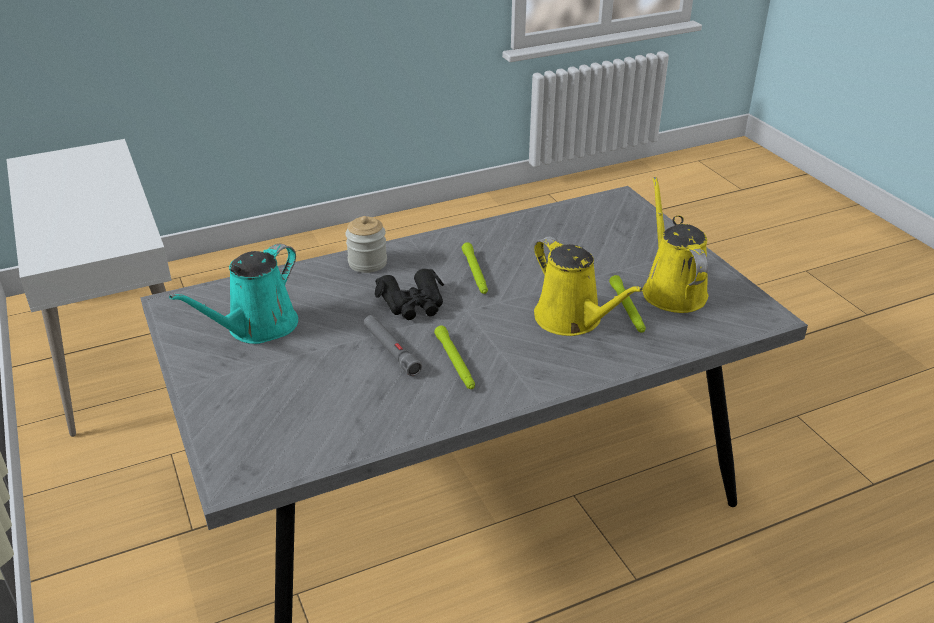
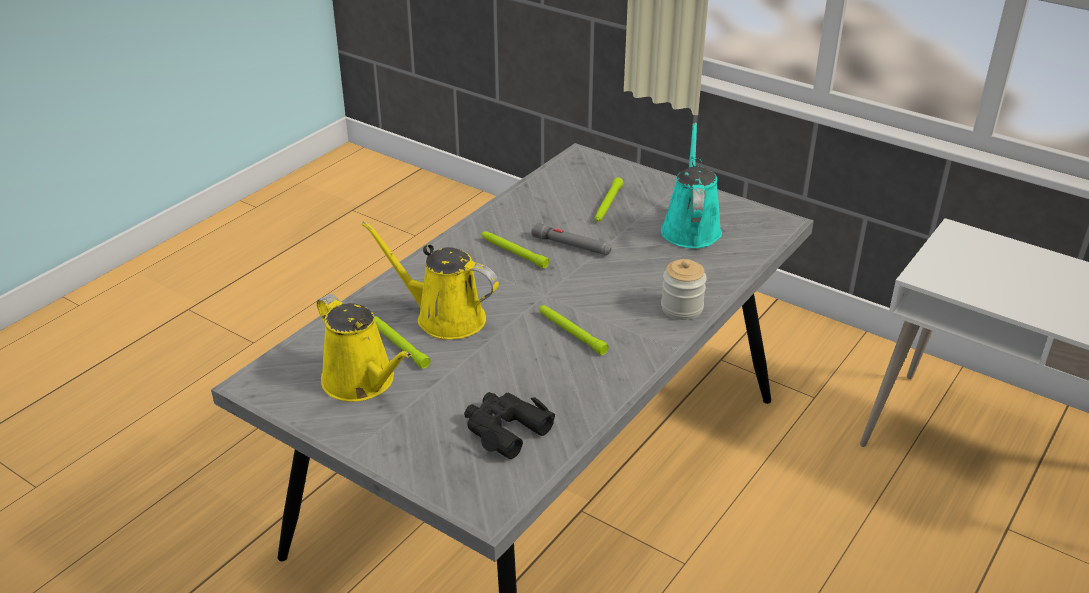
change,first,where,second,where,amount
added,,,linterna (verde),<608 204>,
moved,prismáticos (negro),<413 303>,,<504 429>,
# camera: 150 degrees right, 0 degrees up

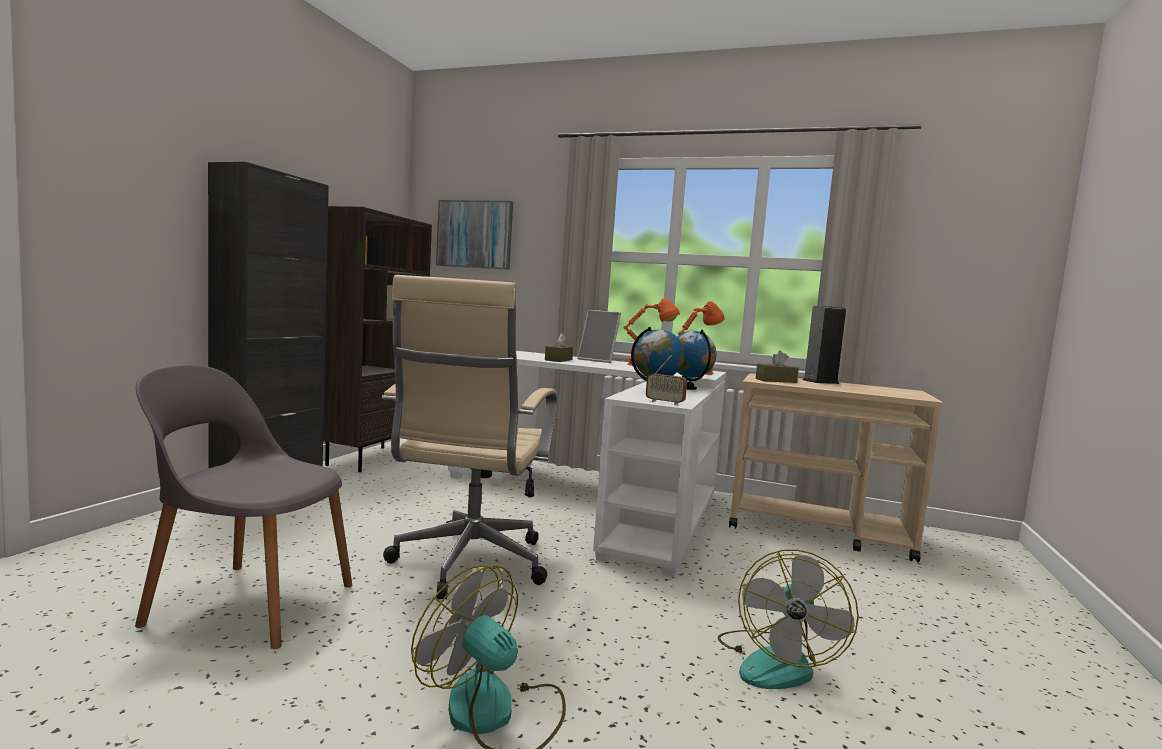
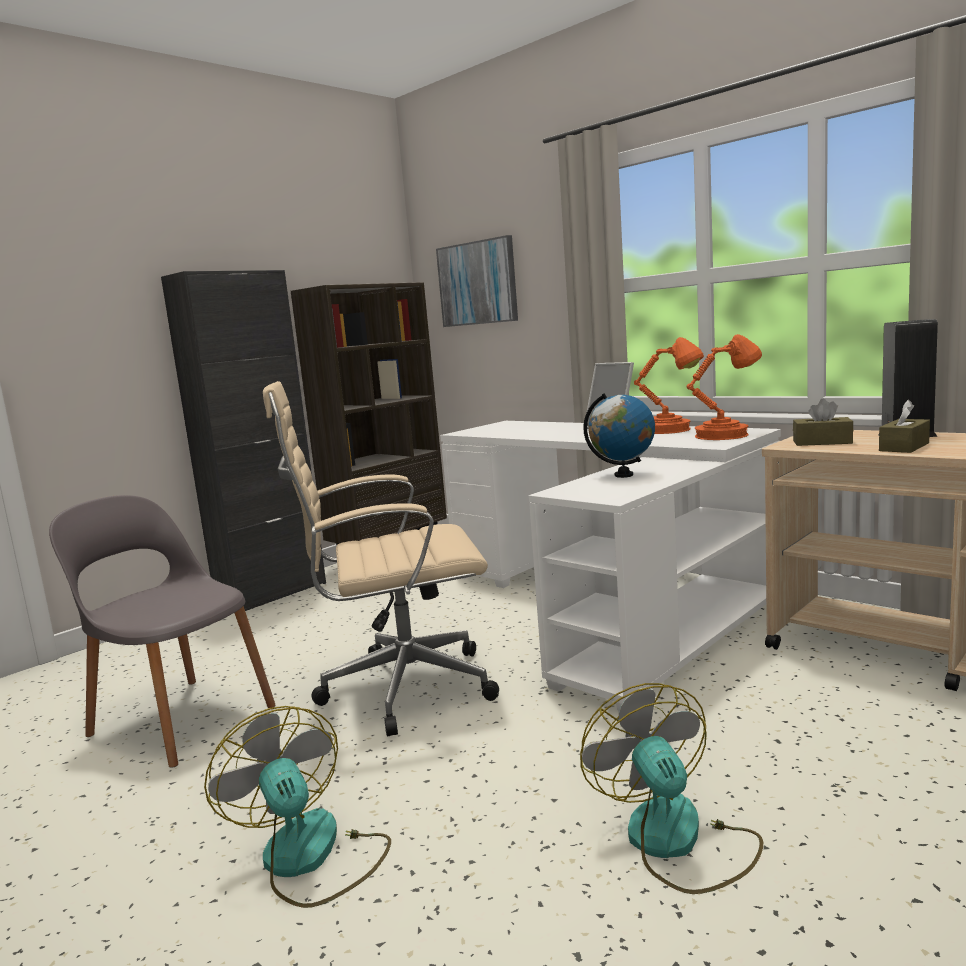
change,first,where,second,where,amount
removed,radio,<665 402>,,,
removed,globo terráqueo,<689 388>,,,
moved,caja de pañuelos (marrón),<558 360>,,<904 447>,
turned,silla de oficina (beis),<468 566>,,<399 689>,45 degrees clockwise
turned,ventilador,<776 662>,,<676 842>,120 degrees clockwise
# camera: 25 degrees right, 5 degrees up

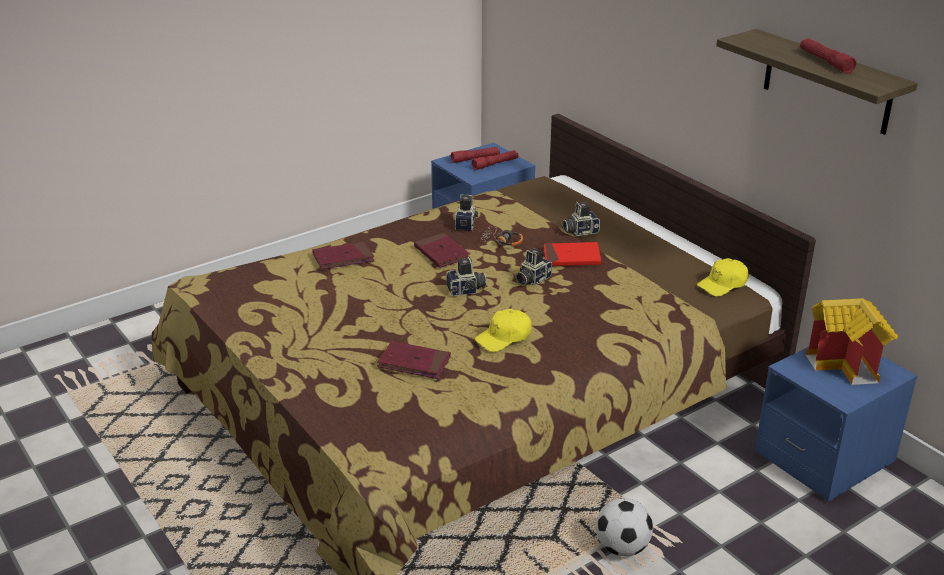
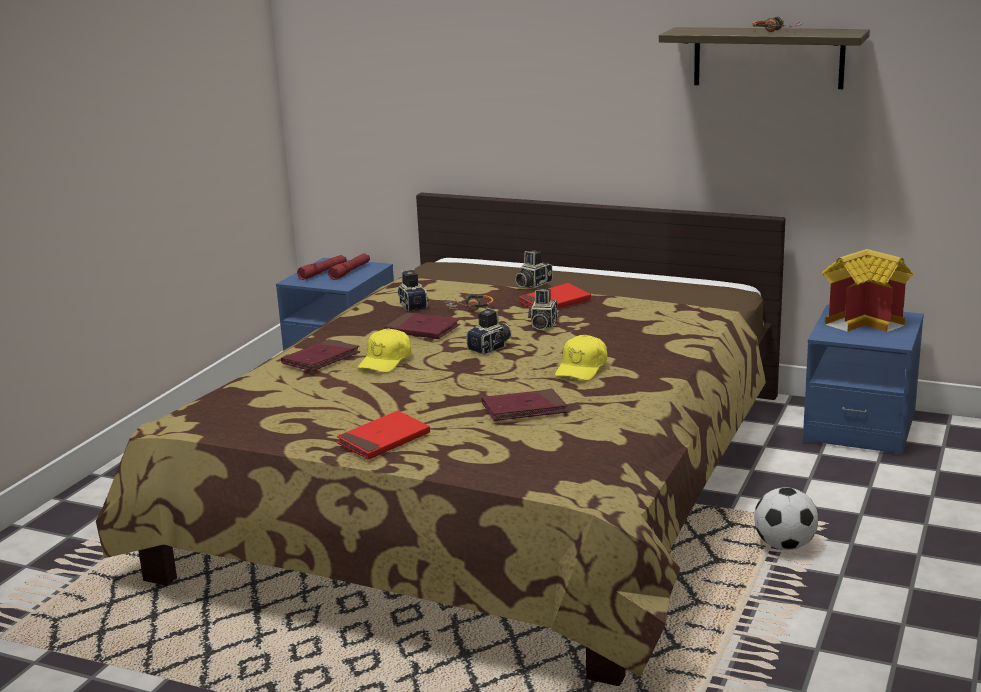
change,first,where,second,where,amount
added,,,libro (rojo),<384 439>,
moved,gorra (amarillo),<723 284>,,<386 361>,
replaced,linterna (rojo),<825 62>,auriculares,<776 31>,
# camera: 30 degrees left, 10 degrees down

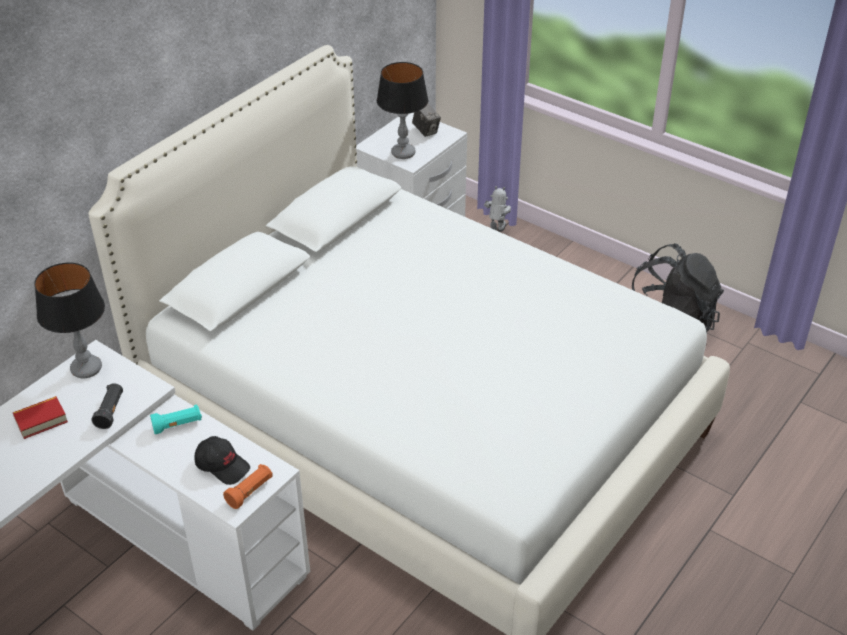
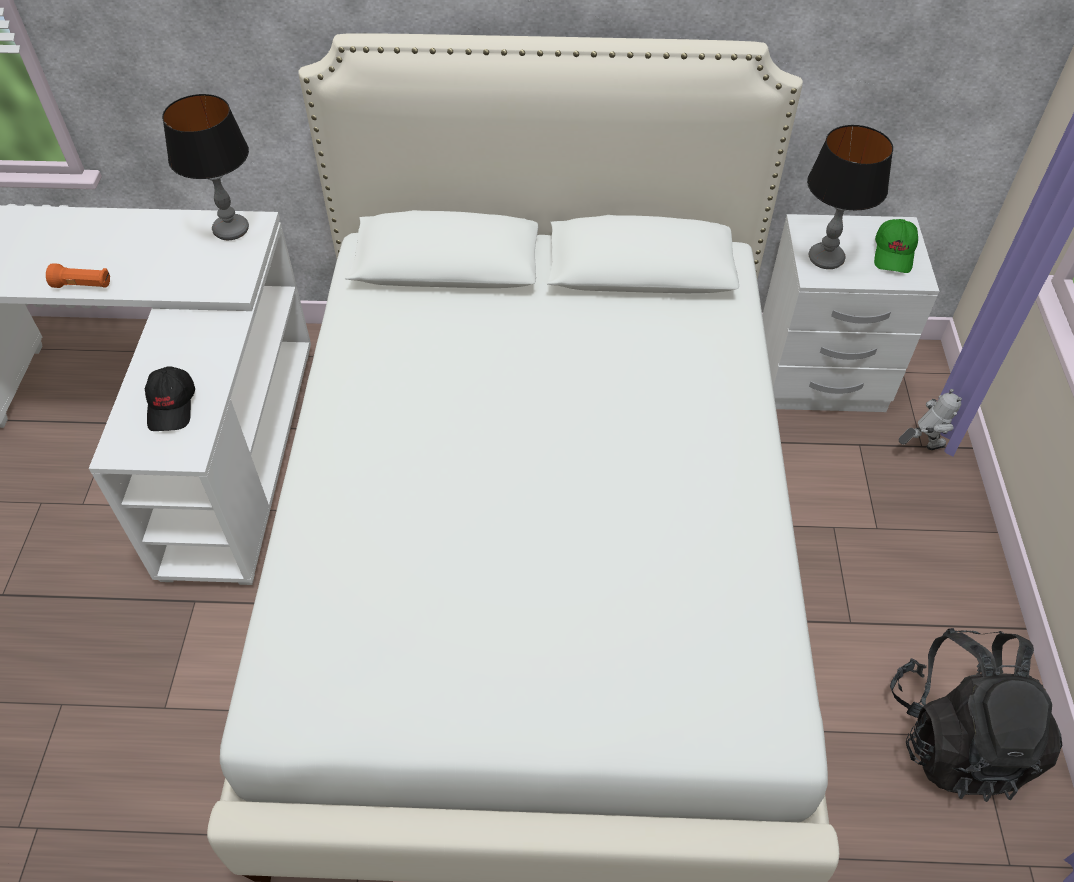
change,first,where,second,where,amount
removed,libro,<41 420>,,,
removed,linterna (negro),<110 411>,,,
removed,linterna (turquesa),<178 425>,,,
moved,linterna (naranja),<250 492>,,<83 286>,
replaced,cámara,<426 131>,gorra (verde),<894 254>,
# camera: 55 degrees right, 10 degrees up

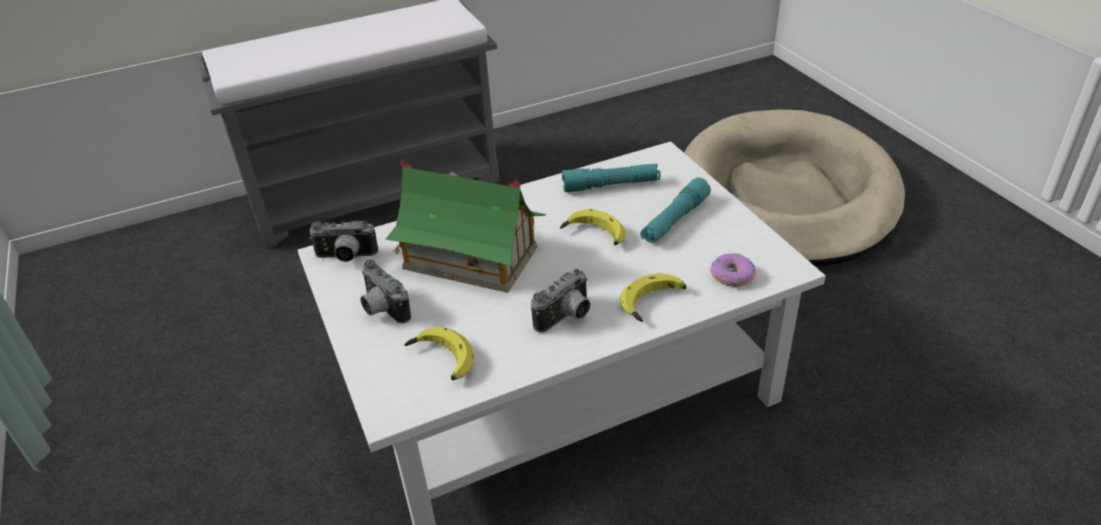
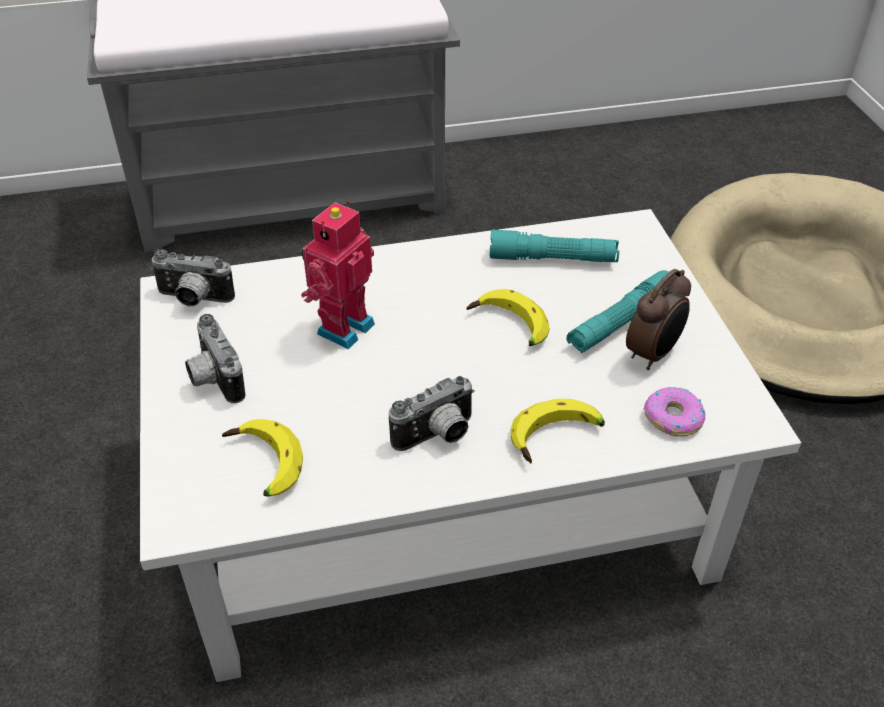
change,first,where,second,where,amount
added,,,despertador,<653 354>,
replaced,casita,<469 257>,robot de juguete,<342 327>,
# camera: 10 degrees right, 5 degrees up

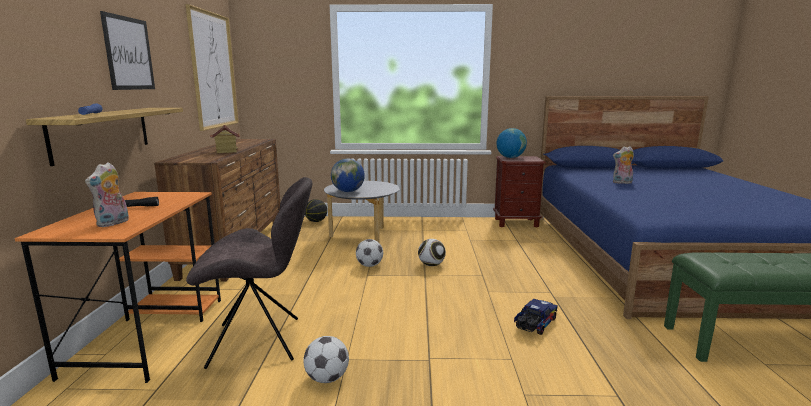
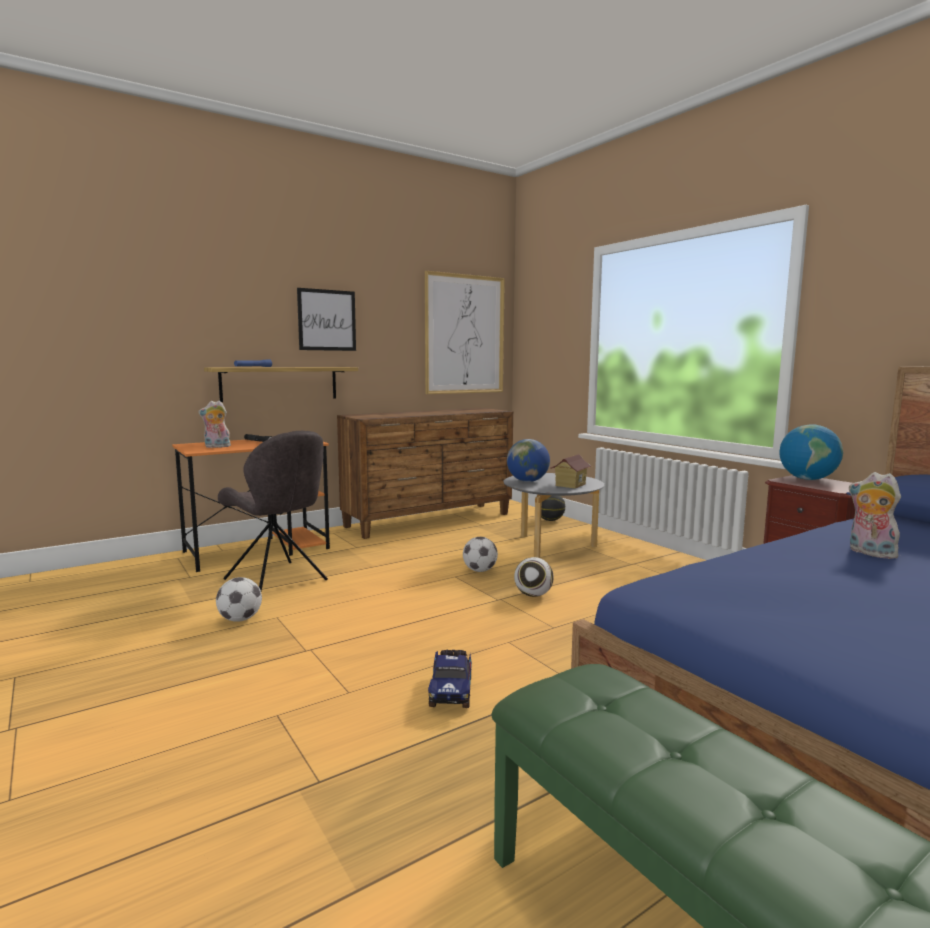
change,first,where,second,where,amount
moved,casita,<226 151>,,<570 485>,
turned,camión de juguete,<534 325>,,<451 690>,90 degrees clockwise
# camera: 55 degrees right, 5 degrees down

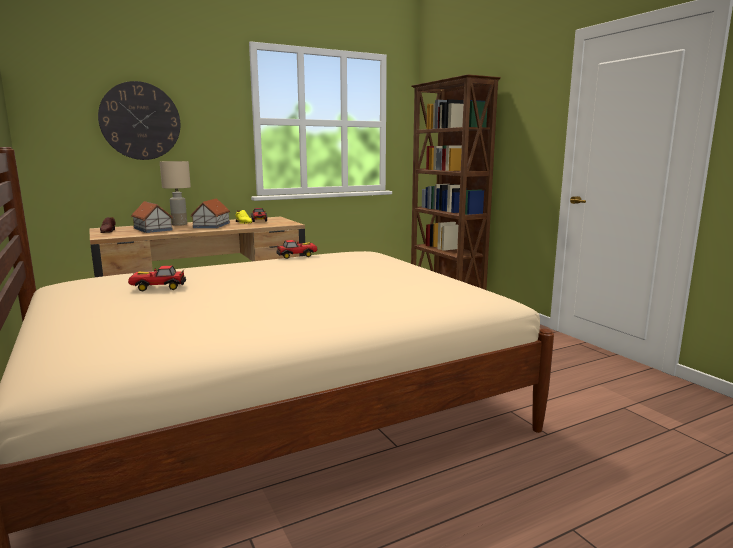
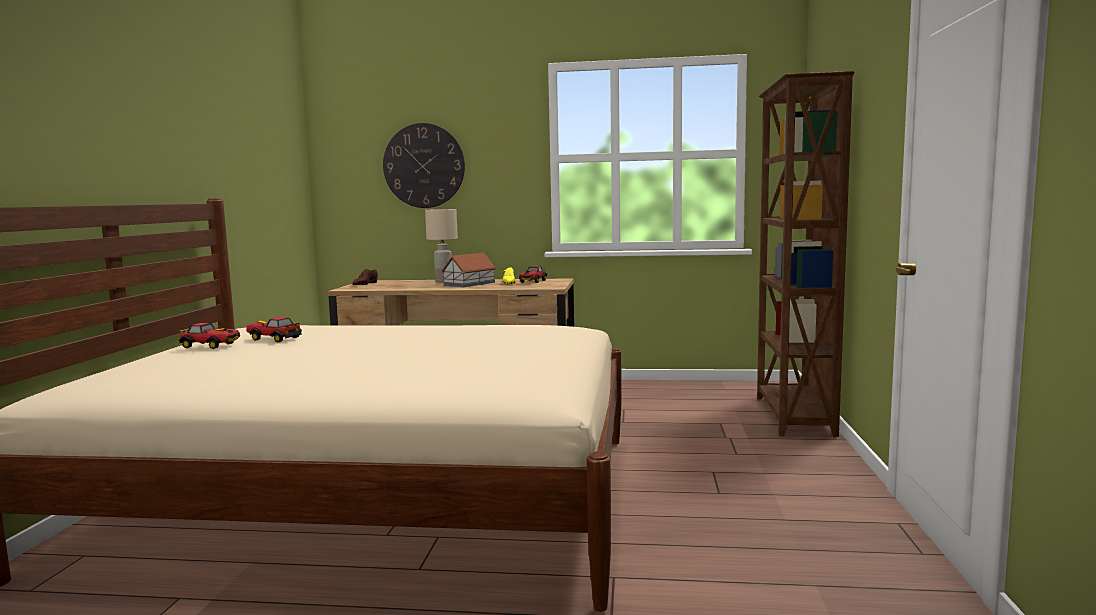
change,first,where,second,where,amount
removed,casita,<153 229>,,,
moved,coche de juguete,<297 256>,,<211 346>,
# camera: 35 degrees right, 5 degrees down

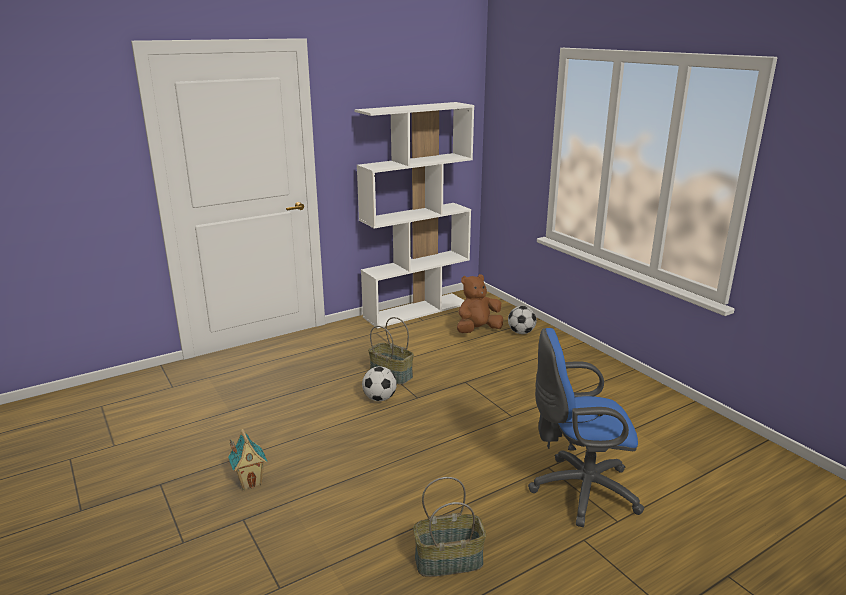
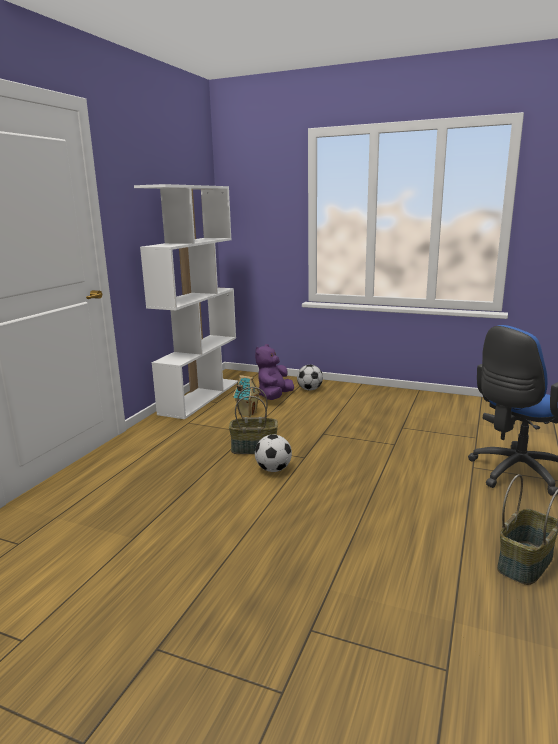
change,first,where,second,where,amount
moved,casita,<250 481>,,<247 413>,
recoloured,peluche (marrón),<477 330>,peluche (morado),<274 397>,
# camera: 35 degrees left, 5 degrees down

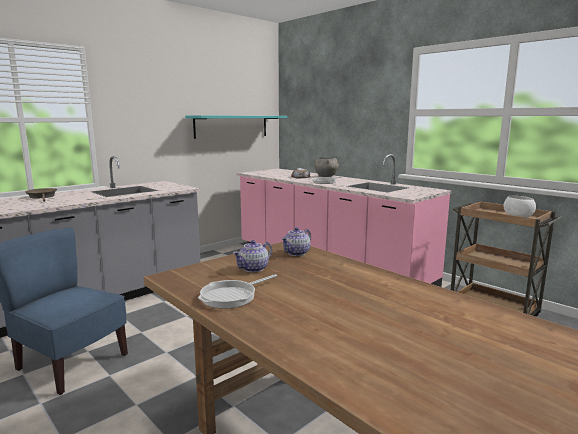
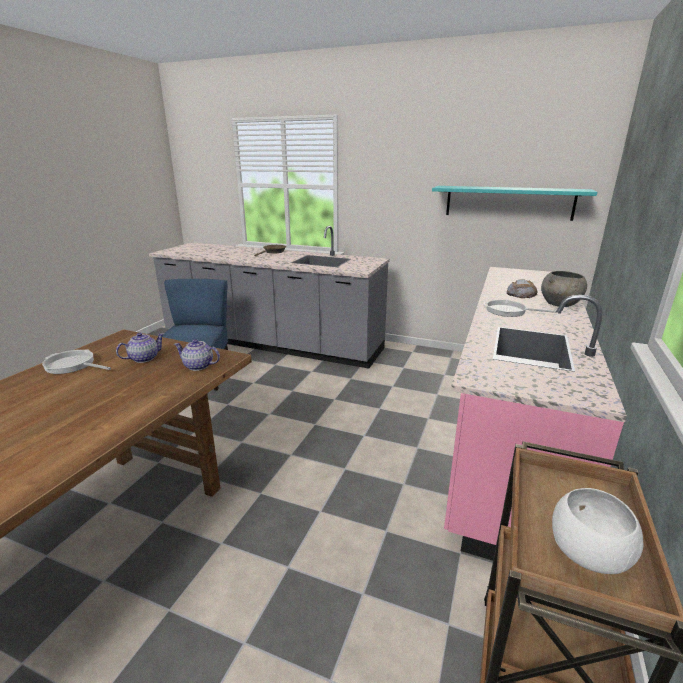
change,first,where,second,where,amount
turned,tetera,<254 268>,,<143 358>,120 degrees clockwise
# camera: 65 degrees right, 10 degrees up

